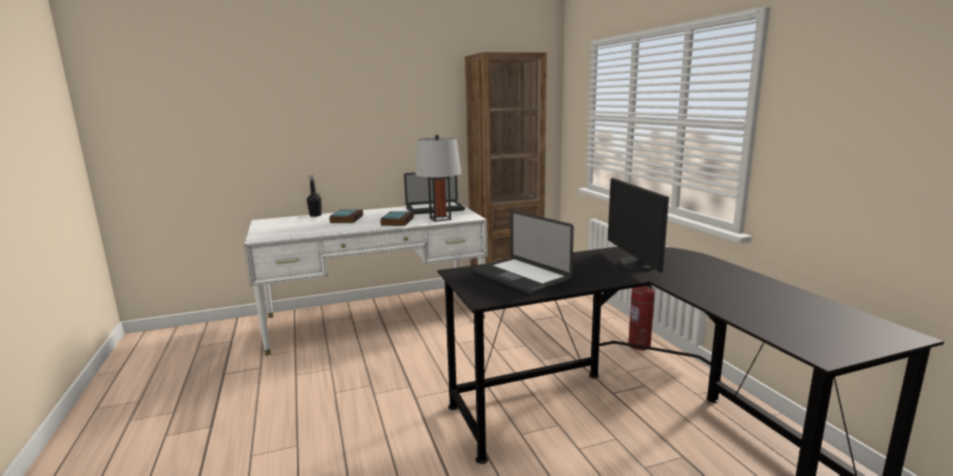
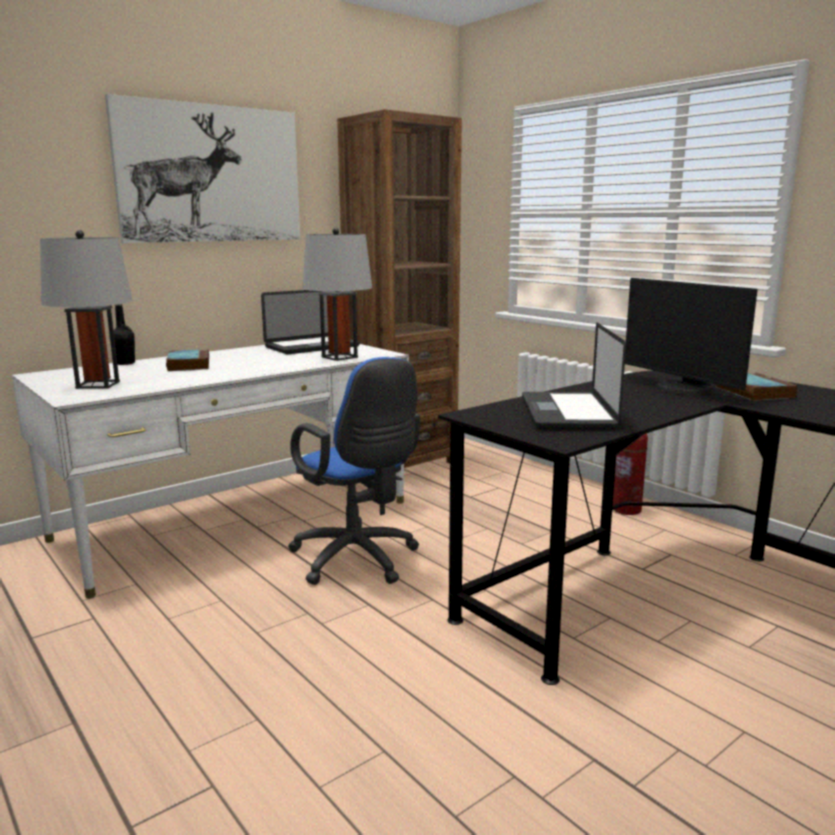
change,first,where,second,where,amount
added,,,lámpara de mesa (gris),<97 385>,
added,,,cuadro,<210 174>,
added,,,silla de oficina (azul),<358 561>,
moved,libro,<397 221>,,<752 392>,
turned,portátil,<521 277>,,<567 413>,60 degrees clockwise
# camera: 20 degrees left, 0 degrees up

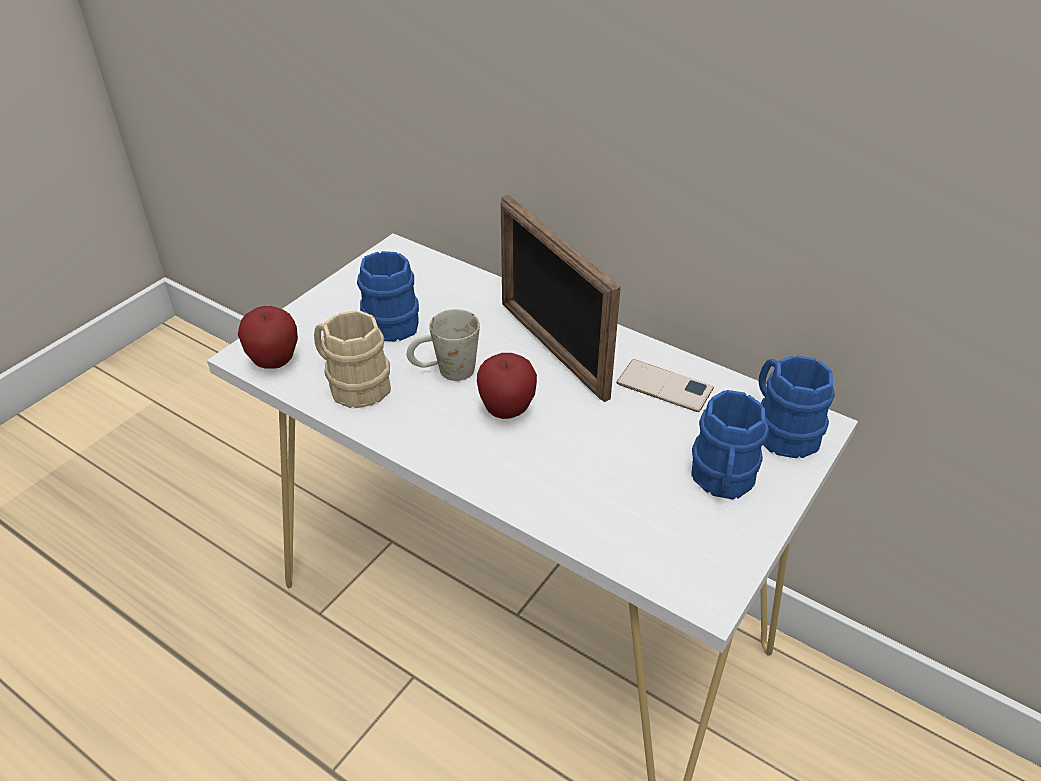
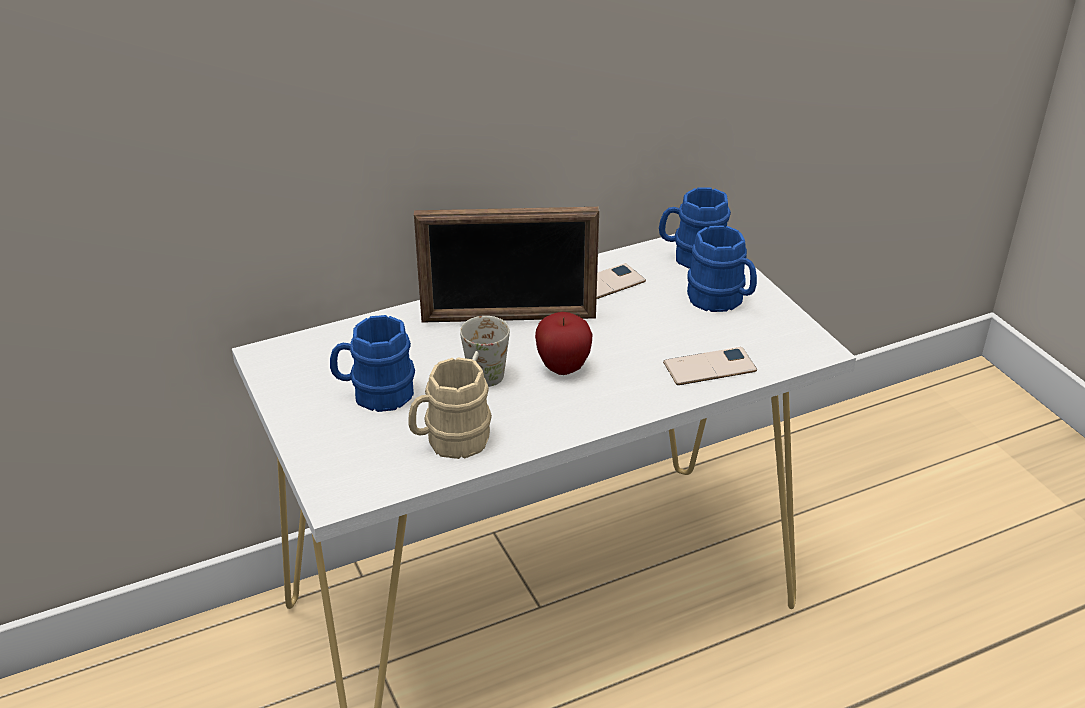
change,first,where,second,where,amount
removed,manzana,<274 362>,,,
added,,,móvil,<709 367>,
# camera: 60 degrees left, 5 degrees down

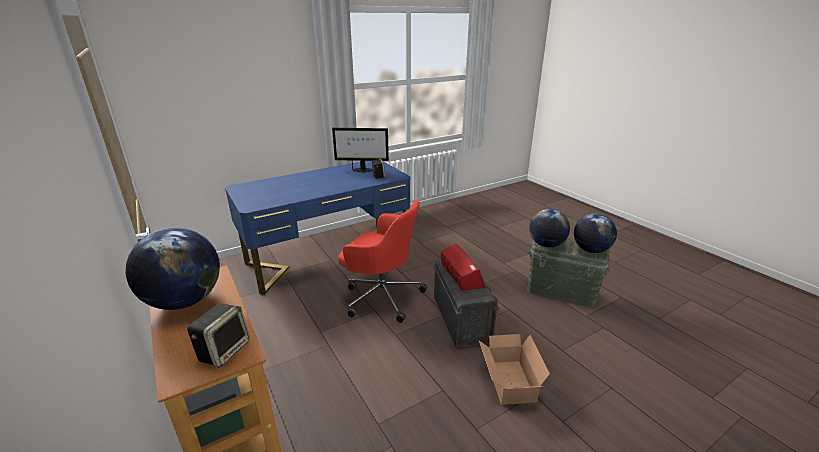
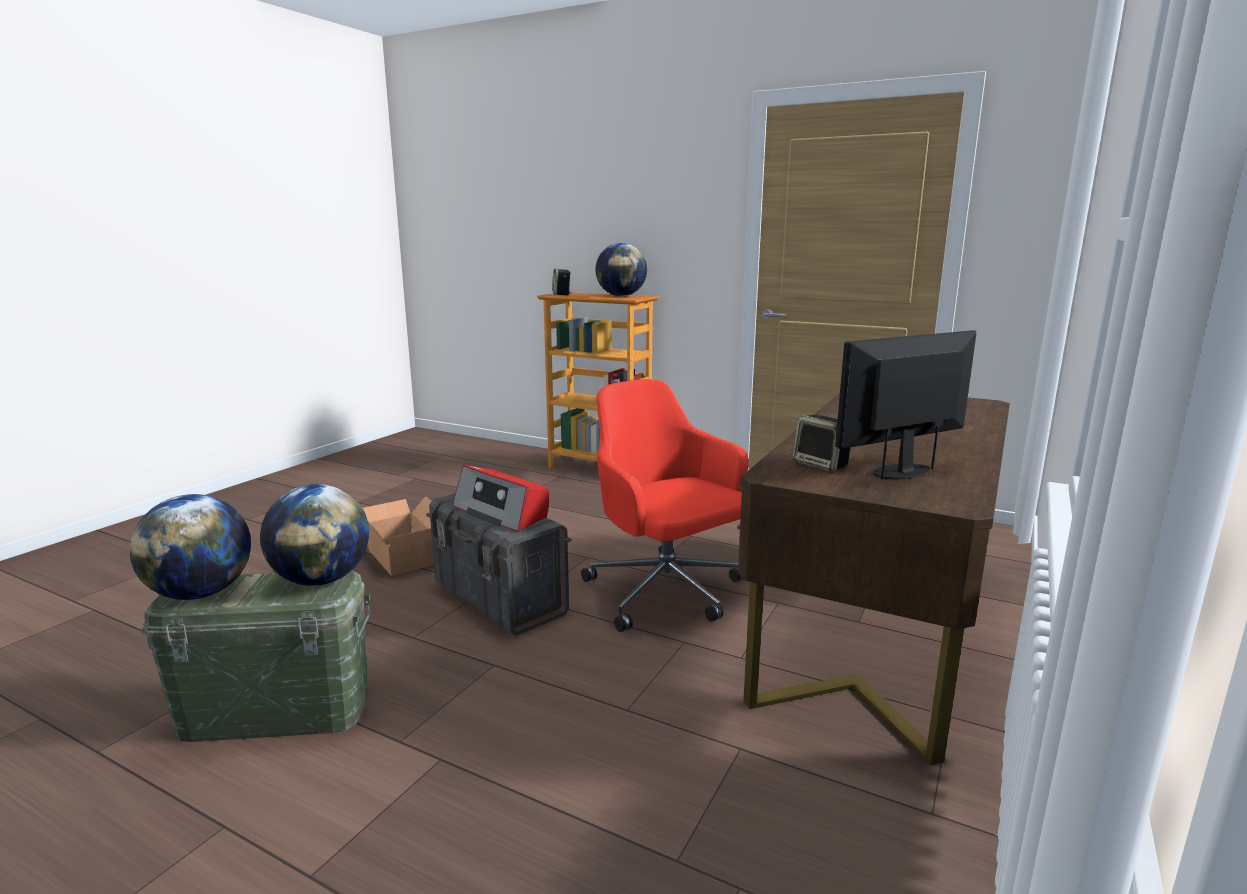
change,first,where,second,where,amount
recoloured,escritorio (azul),<328 256>,escritorio (marrón),<877 626>,
turned,silla de oficina (rojo),<382 295>,,<666 592>,60 degrees clockwise
# camera: 150 degrees right, 10 degrees down

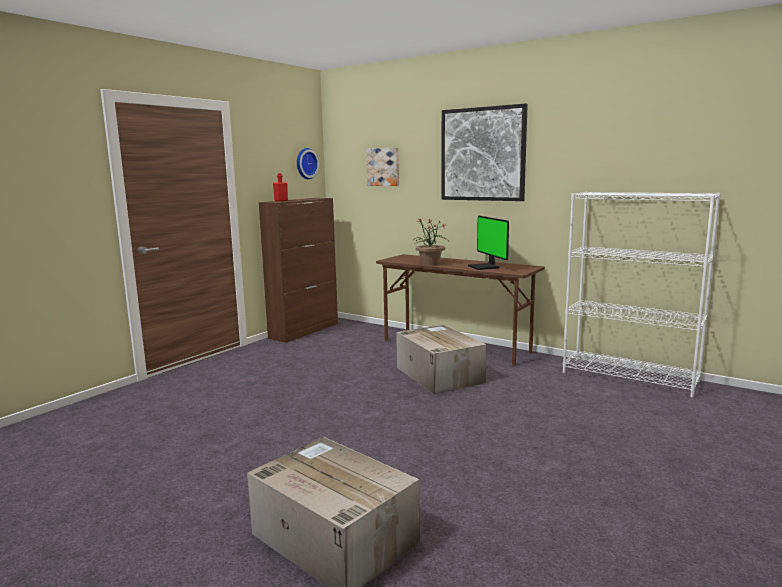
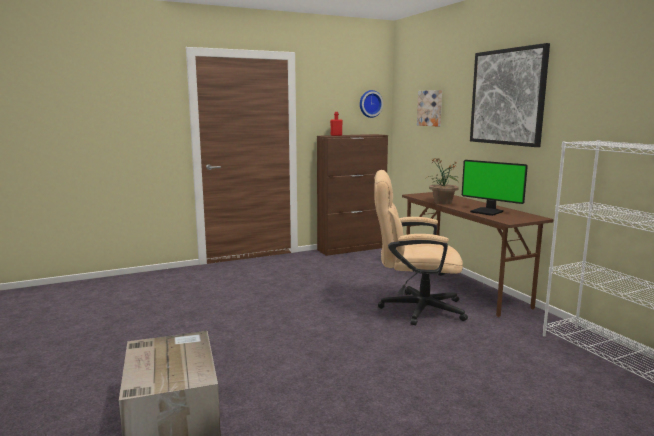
change,first,where,second,where,amount
replaced,caja de cartón,<438 375>,silla de oficina (beis),<413 308>,
turned,monitor,<485 267>,,<487 212>,60 degrees counterclockwise
# camera: 30 degrees right, 0 degrees up

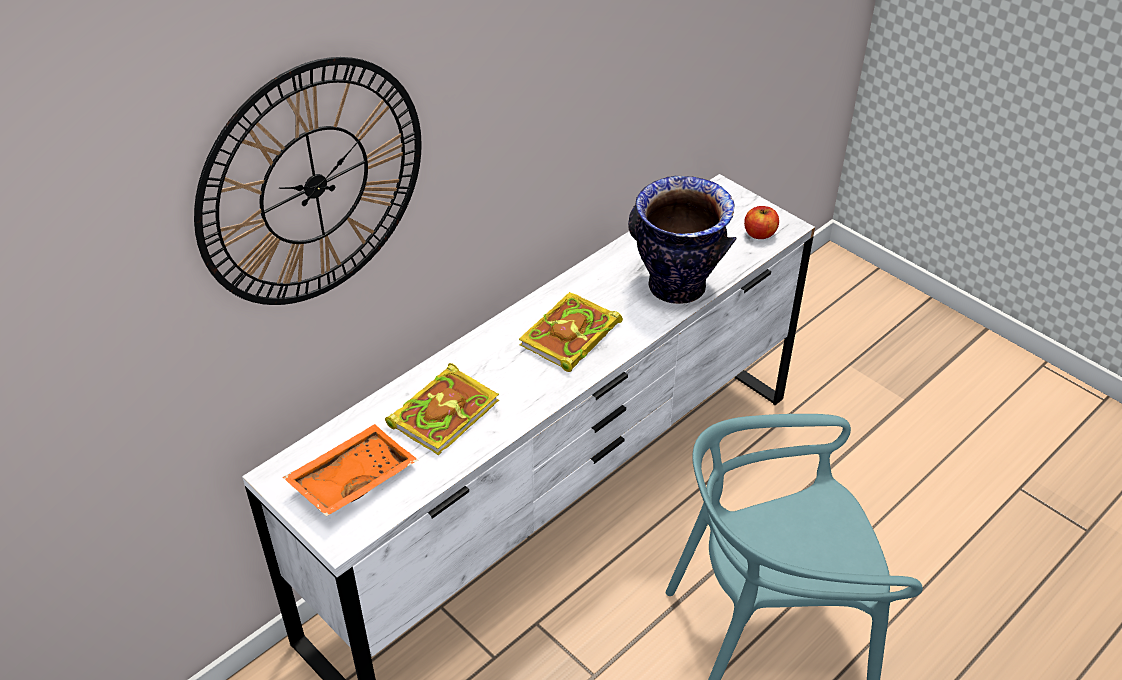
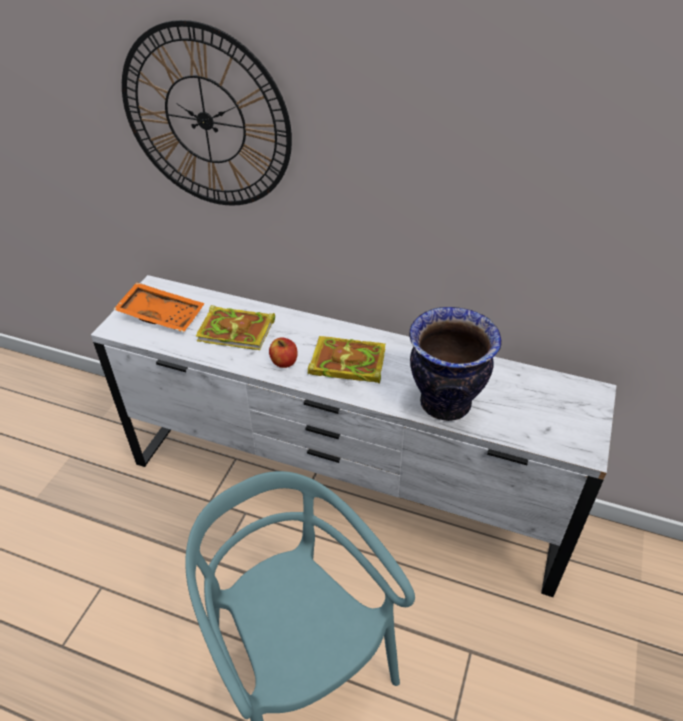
change,first,where,second,where,amount
moved,manzana,<759 234>,,<284 362>,
# camera: 65 degrees right, 0 degrees up

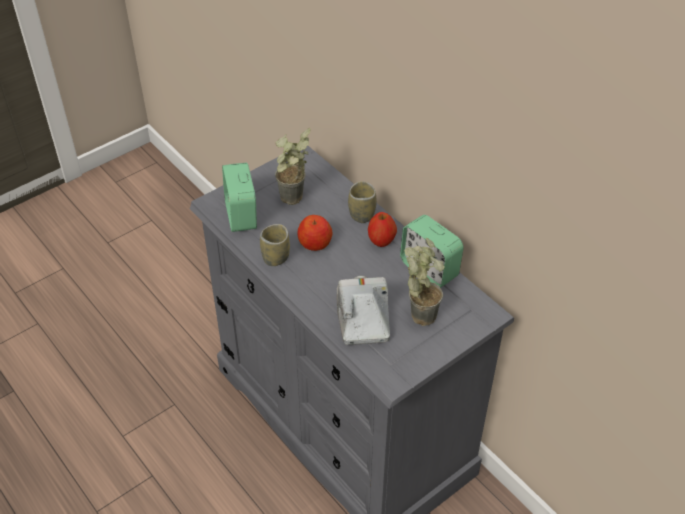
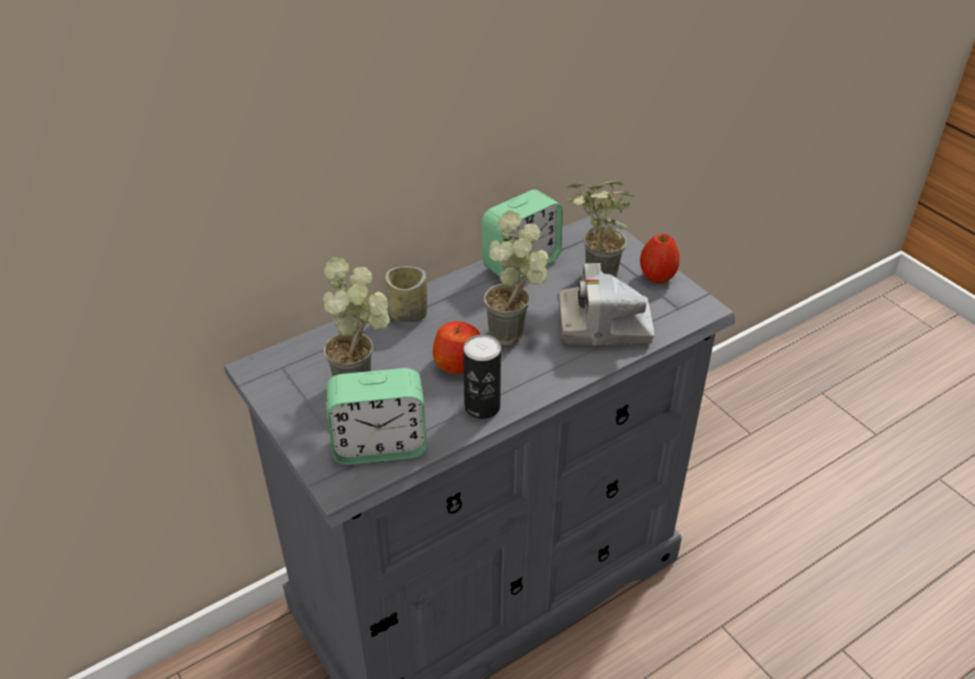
change,first,where,second,where,amount
added,,,planta en maceta,<517 335>,
moved,manzana,<381 241>,,<657 276>,
replaced,taza,<276 257>,lata,<482 406>,
# camera: 85 degrees left, 5 degrees down

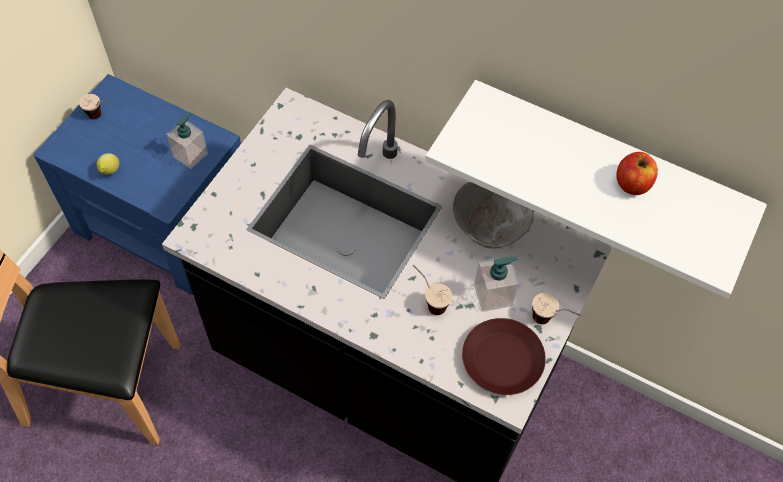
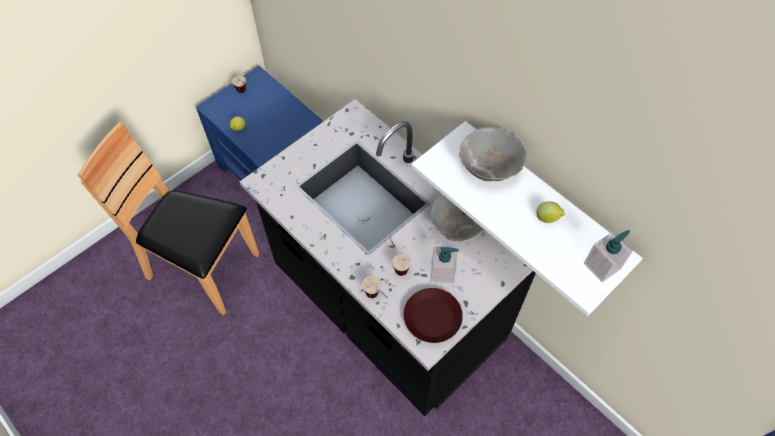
change,first,where,second,where,amount
added,,,cuenco (gris),<490 169>,
moved,dispensador de jabón,<190 155>,,<602 266>,
moved,taza,<550 322>,,<376 298>,
replaced,manzana,<632 183>,limón,<547 218>,
# camera: 20 degrees right, 0 degrees up

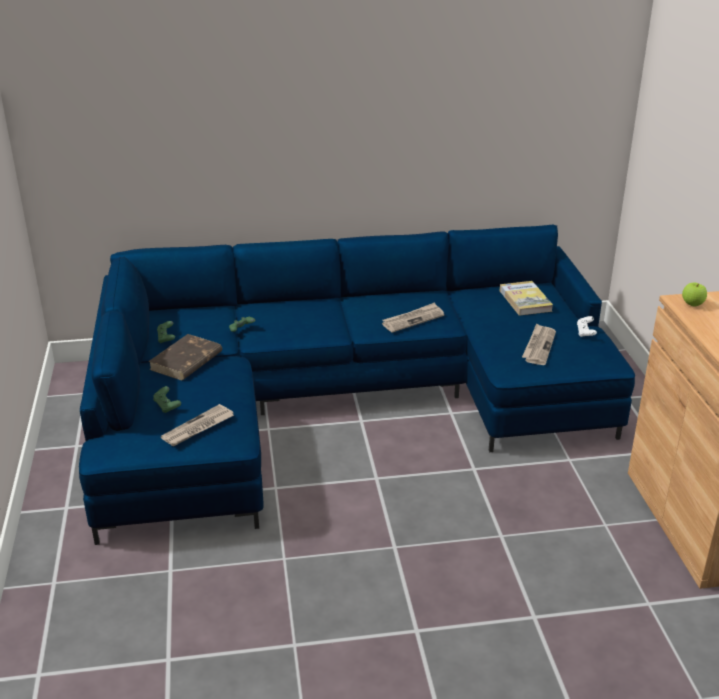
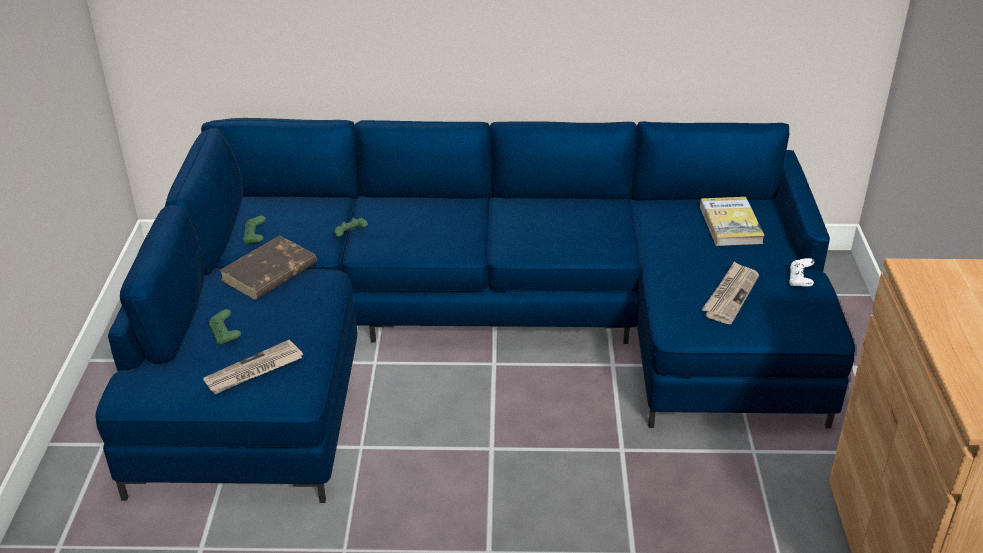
change,first,where,second,where,amount
removed,periódico,<413 319>,,,
removed,manzana,<692 304>,,,
# camera: 10 degrees right, 5 degrees up

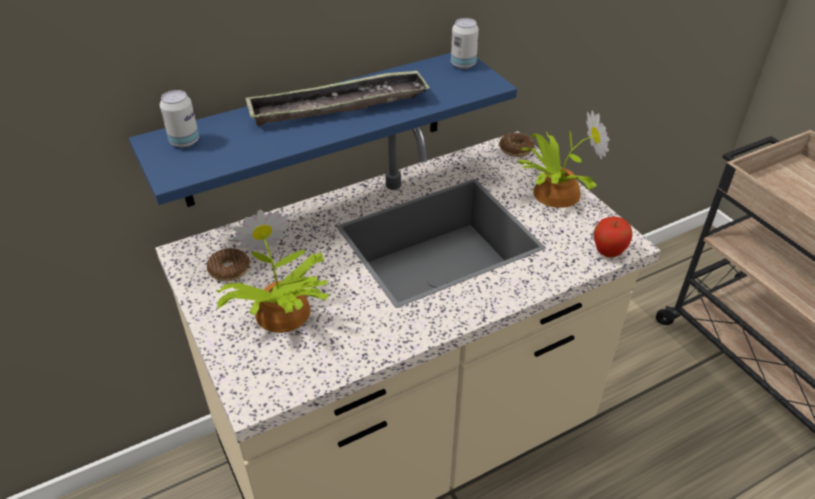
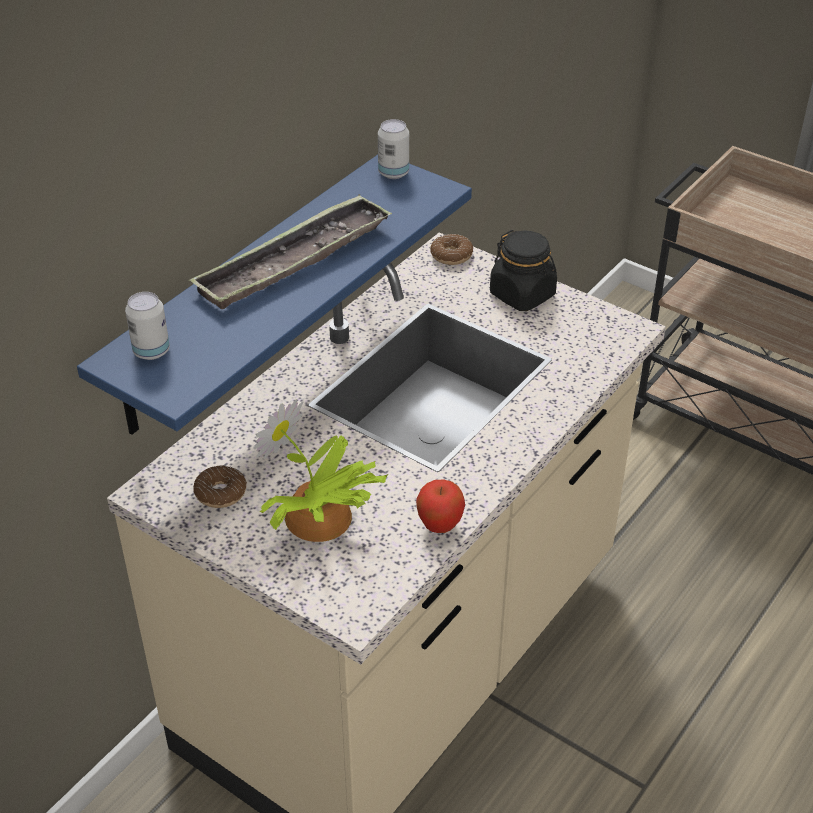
change,first,where,second,where,amount
moved,manzana,<608 253>,,<440 526>,
replaced,planta en maceta,<553 192>,tarro (negro),<522 295>,
# camera: 25 degrees left, 0 degrees up

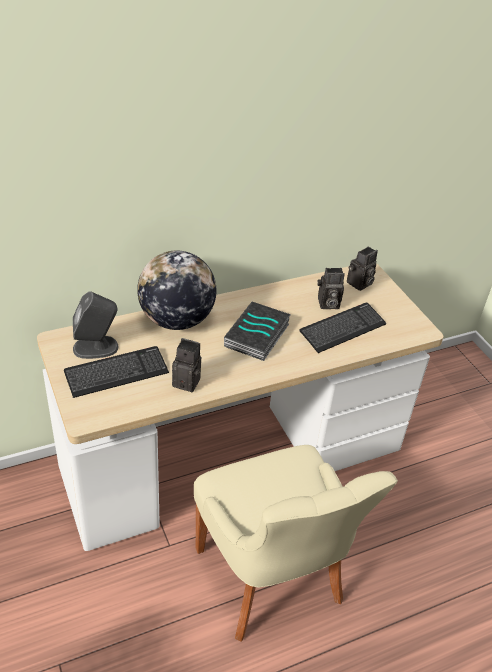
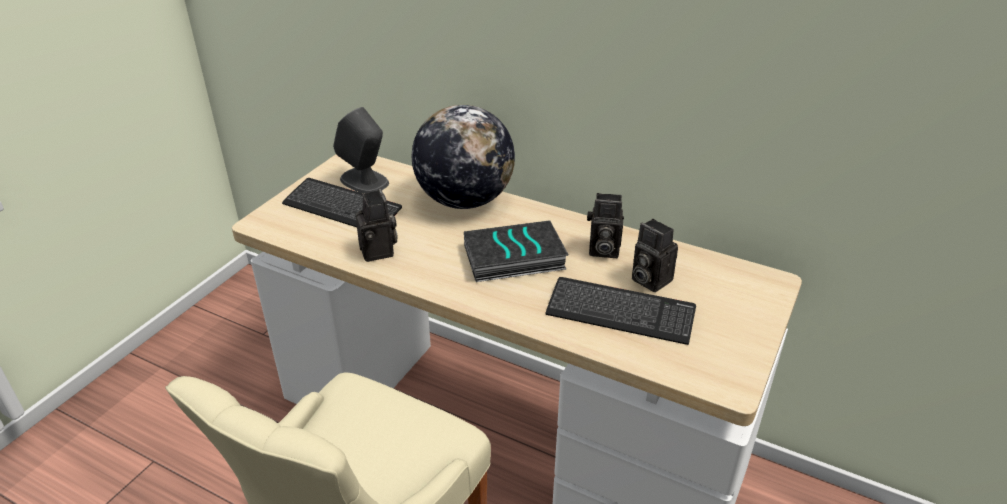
change,first,where,second,where,amount
moved,cámara,<359 284>,,<602 250>,
# camera: 55 degrees right, 5 degrees down

